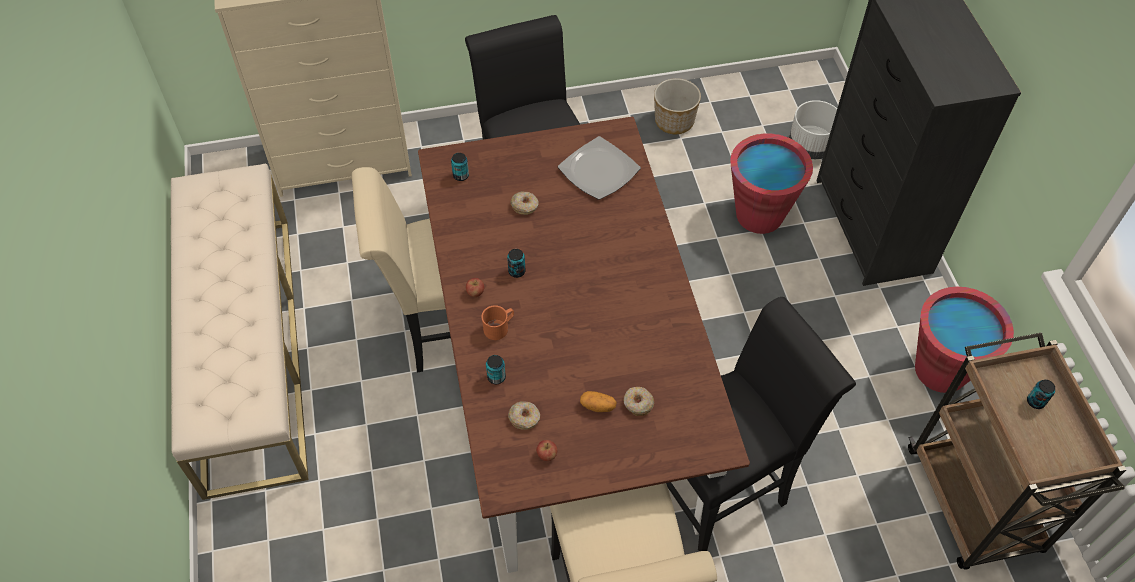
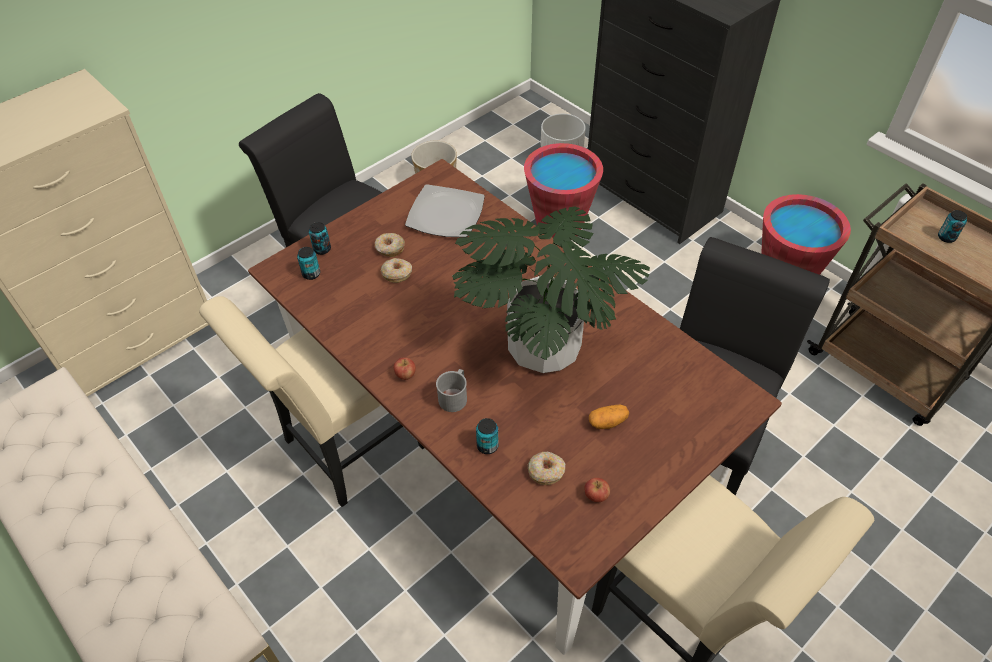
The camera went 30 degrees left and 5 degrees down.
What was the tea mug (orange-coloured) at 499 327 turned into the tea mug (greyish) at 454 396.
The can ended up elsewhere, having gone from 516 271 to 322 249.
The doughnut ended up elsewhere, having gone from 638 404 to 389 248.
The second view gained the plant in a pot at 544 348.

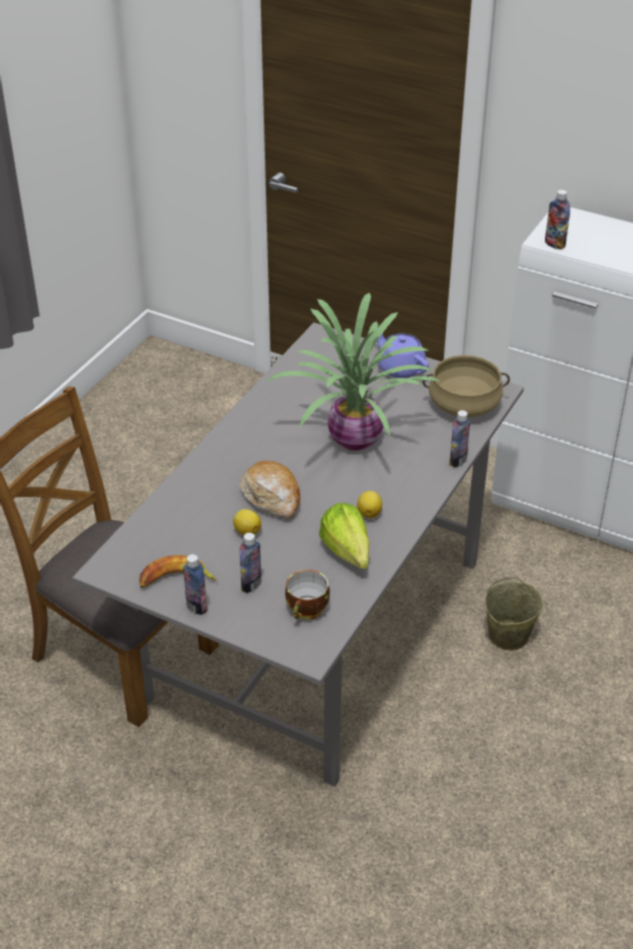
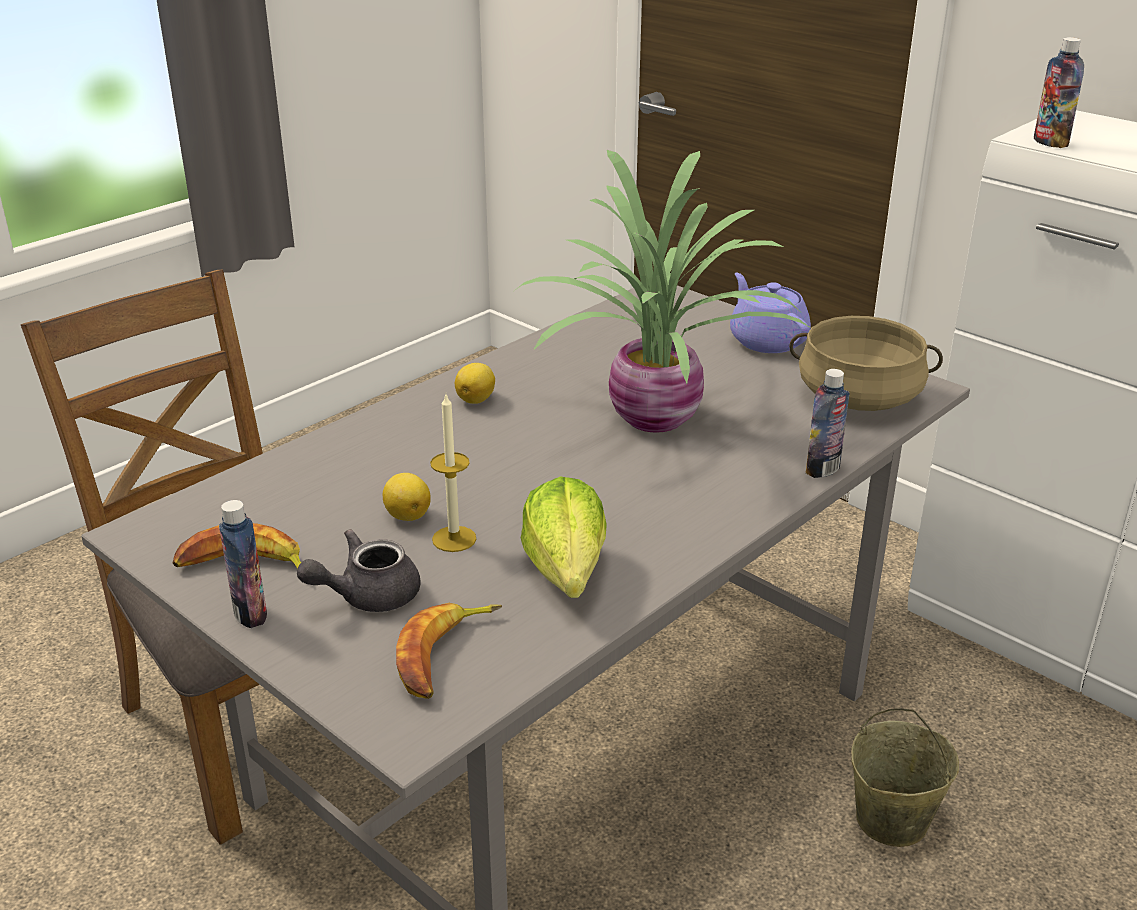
The camera went 15 degrees right and 10 degrees down.
Where the beverage bottle stood at 251 584, the pot for tea (greyish) came to stand at 367 595.
The second view lost the bread at 272 497.
Where the small cup stood at 307 610, the whole banana came to stand at 445 655.
The whole lemon ended up elsewhere, having gone from 369 513 to 476 399.
The second view gained the candle at 454 539.

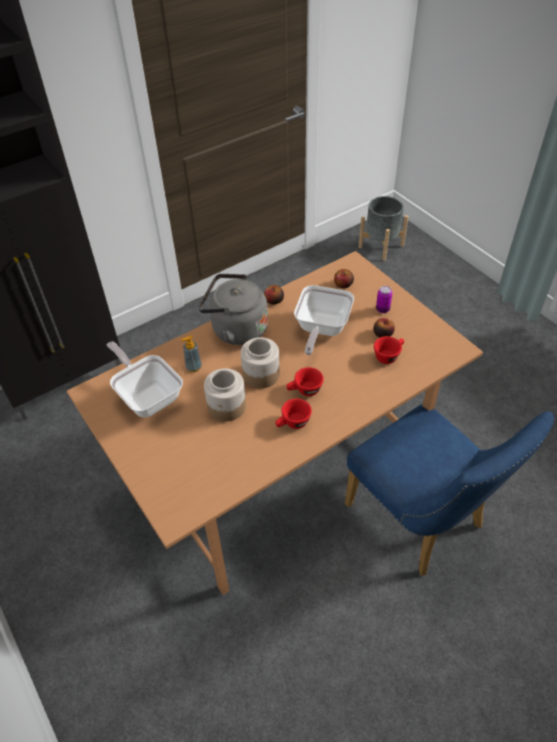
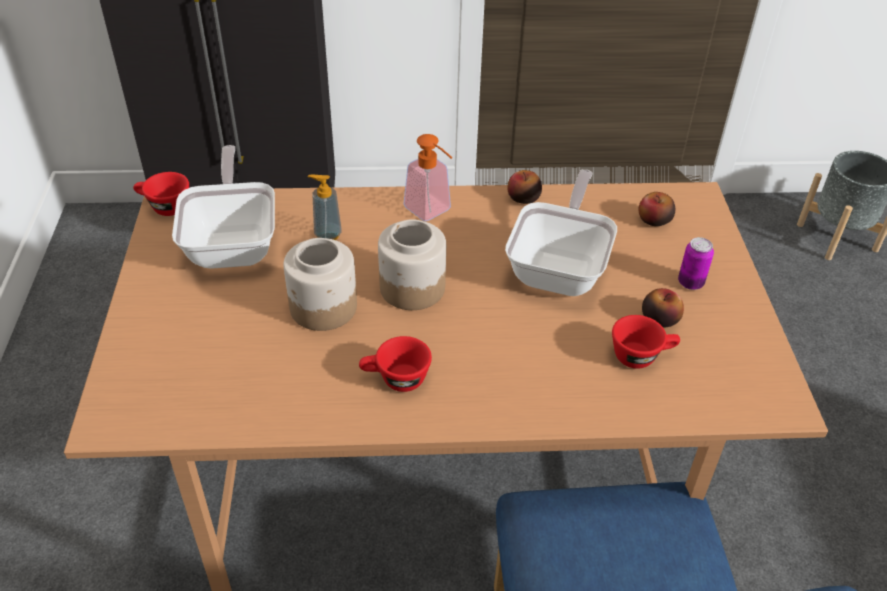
The camera went 30 degrees right and 5 degrees down.
Where the kettle (greyish) stood at 236 329, the soap bottle came to stand at 432 212.
The small cup (red) ended up elsewhere, having gone from 304 391 to 164 207.
The frying pan at 321 329 ended up facing another way, 150 degrees clockwise from before.

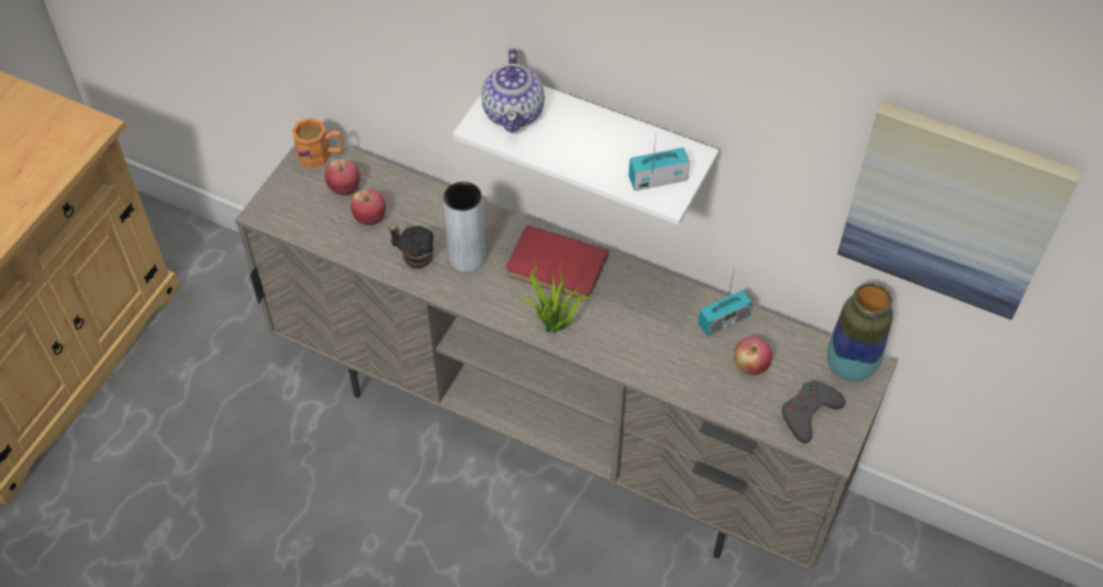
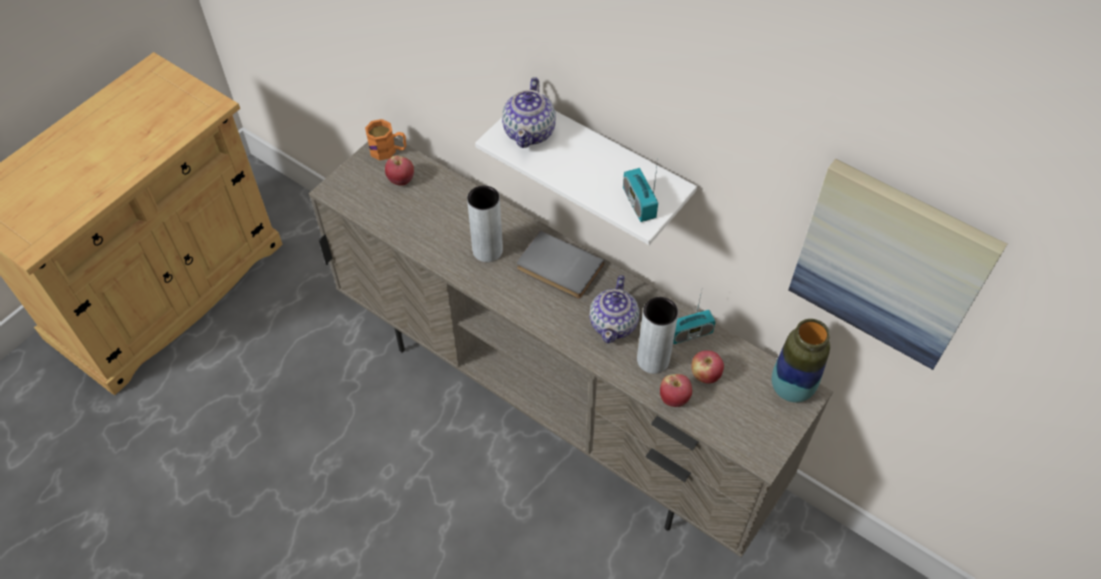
The camera went 10 degrees right and 0 degrees up.
The apple ended up elsewhere, having gone from 370 218 to 674 398.
The second view lost the tea mug at 413 256.
What was the volume (red) at 555 268 turned into the volume (greyish) at 558 269.
The second view lost the plant in a pot at 554 327.
The radio at 658 179 ended up facing another way, 105 degrees counterclockwise from before.
The second view lost the game controller (greyish) at 809 413.
The second view gained the pot for tea at 614 323.
The second view gained the flower vase (greyish) at 653 360.

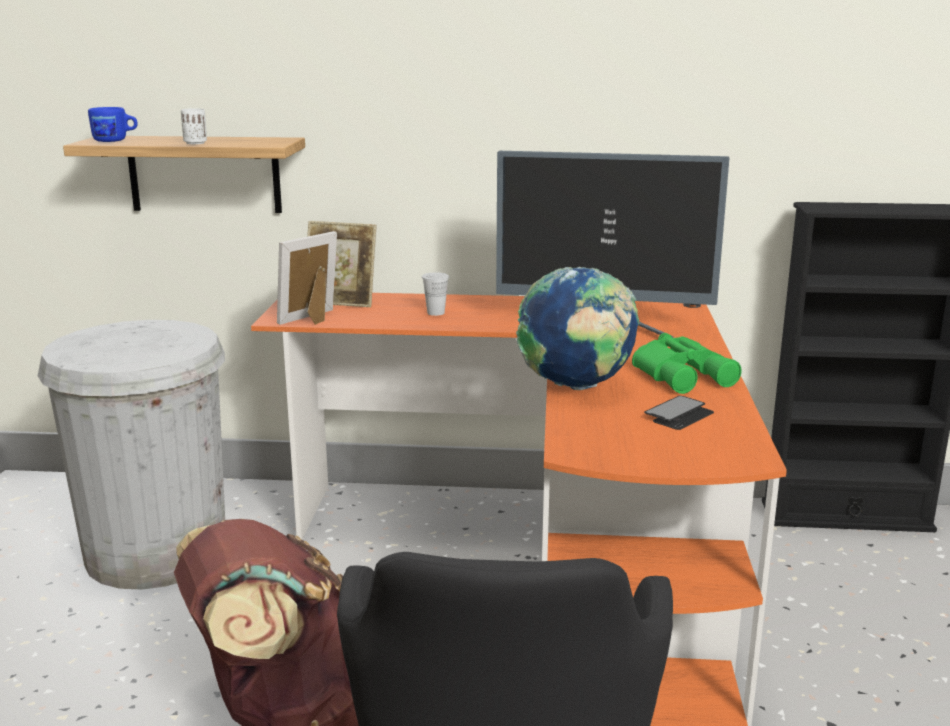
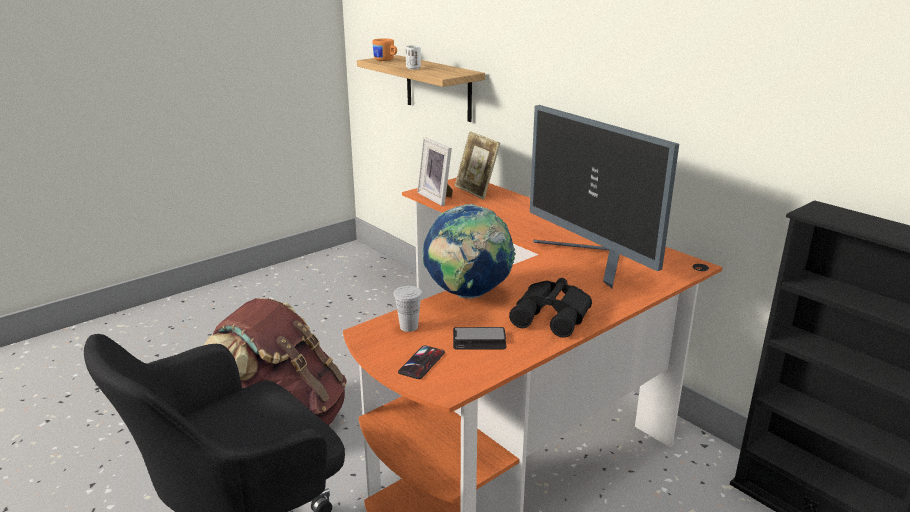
The camera went 45 degrees right and 5 degrees up.
The second view lost the trash can (whitish) at 156 552.
What was the tea mug (blue-coloured) at 115 141 turned into the tea mug (orange-coloured) at 386 60.
The picture frame at 313 319 ended up facing another way, 120 degrees counterclockwise from before.
The small cup (whitish) ended up elsewhere, having gone from 435 313 to 409 327.
What was the pair of binoculars (green) at 683 375 turned into the pair of binoculars (black) at 553 315.
The second view gained the telephone at 422 362.

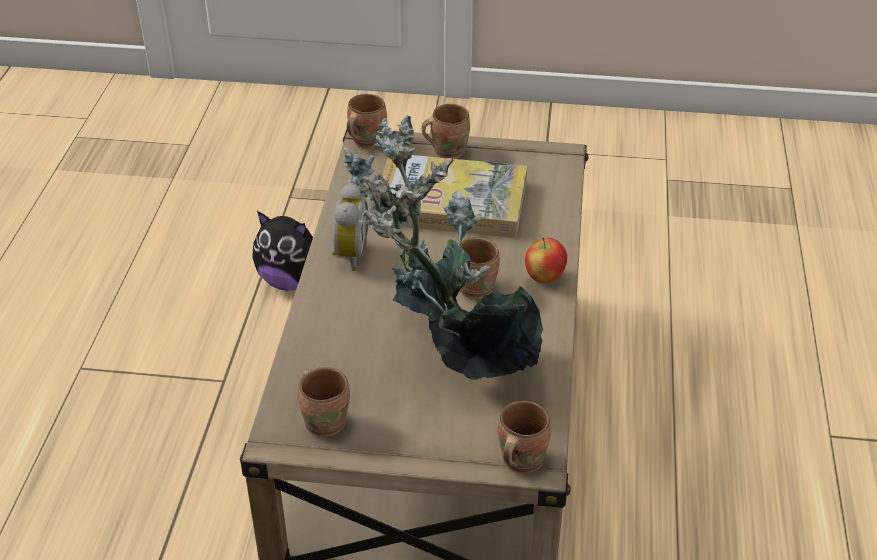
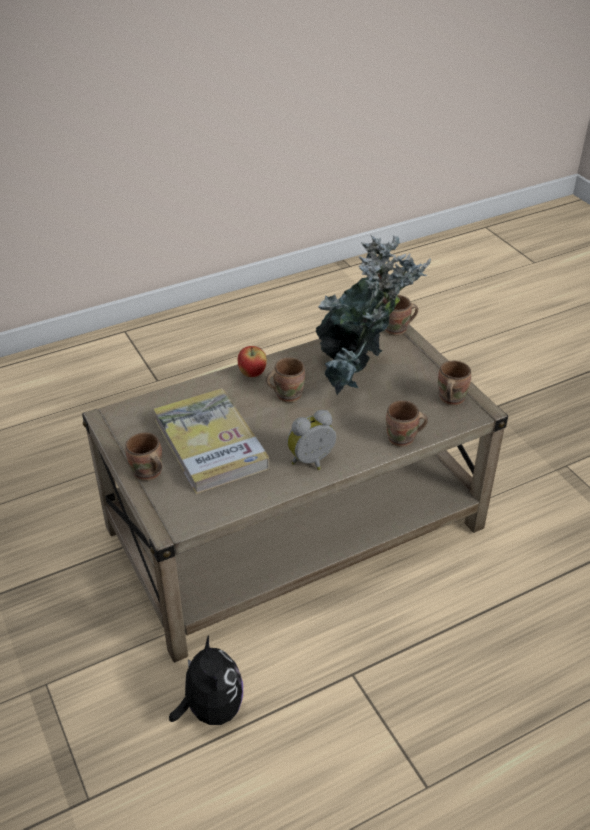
The camera went 125 degrees left and 0 degrees up.
The tea mug (brown-coloured) ended up elsewhere, having gone from 365 141 to 402 440.

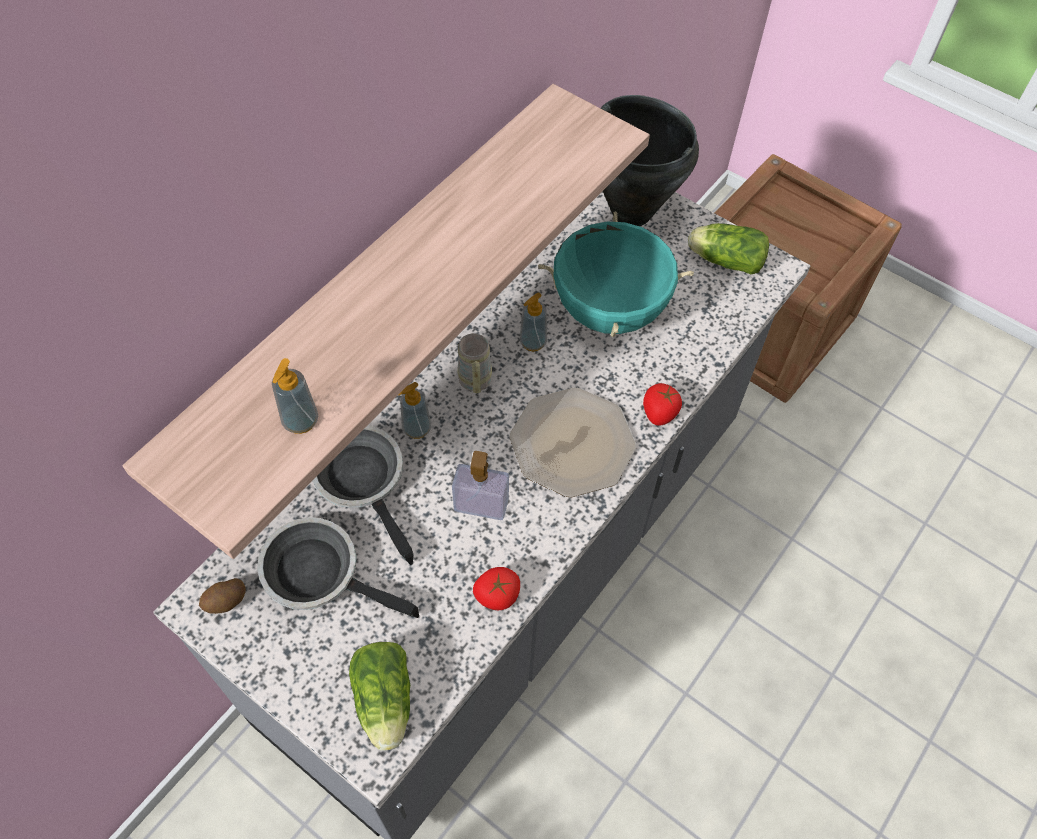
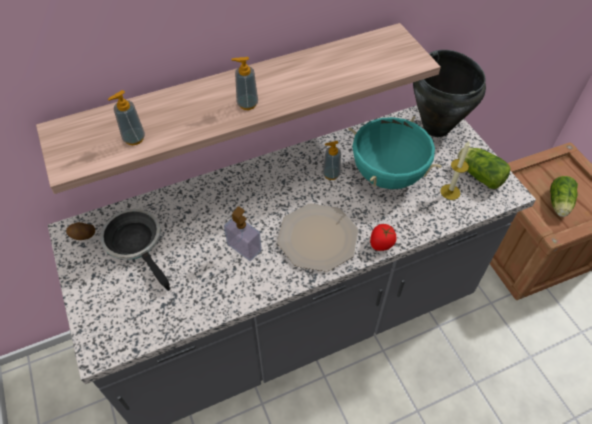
The camera went 30 degrees right and 5 degrees down.
The second view lost the frying pan at 364 481.
The lettuce ended up elsewhere, having gone from 385 704 to 559 204.
The soap bottle ended up elsewhere, having gone from 416 428 to 247 104.
The second view lost the tea mug (sand-coloured) at 475 384.
The second view lost the whole tomato at 496 596.
The second view gained the candle at 450 192.

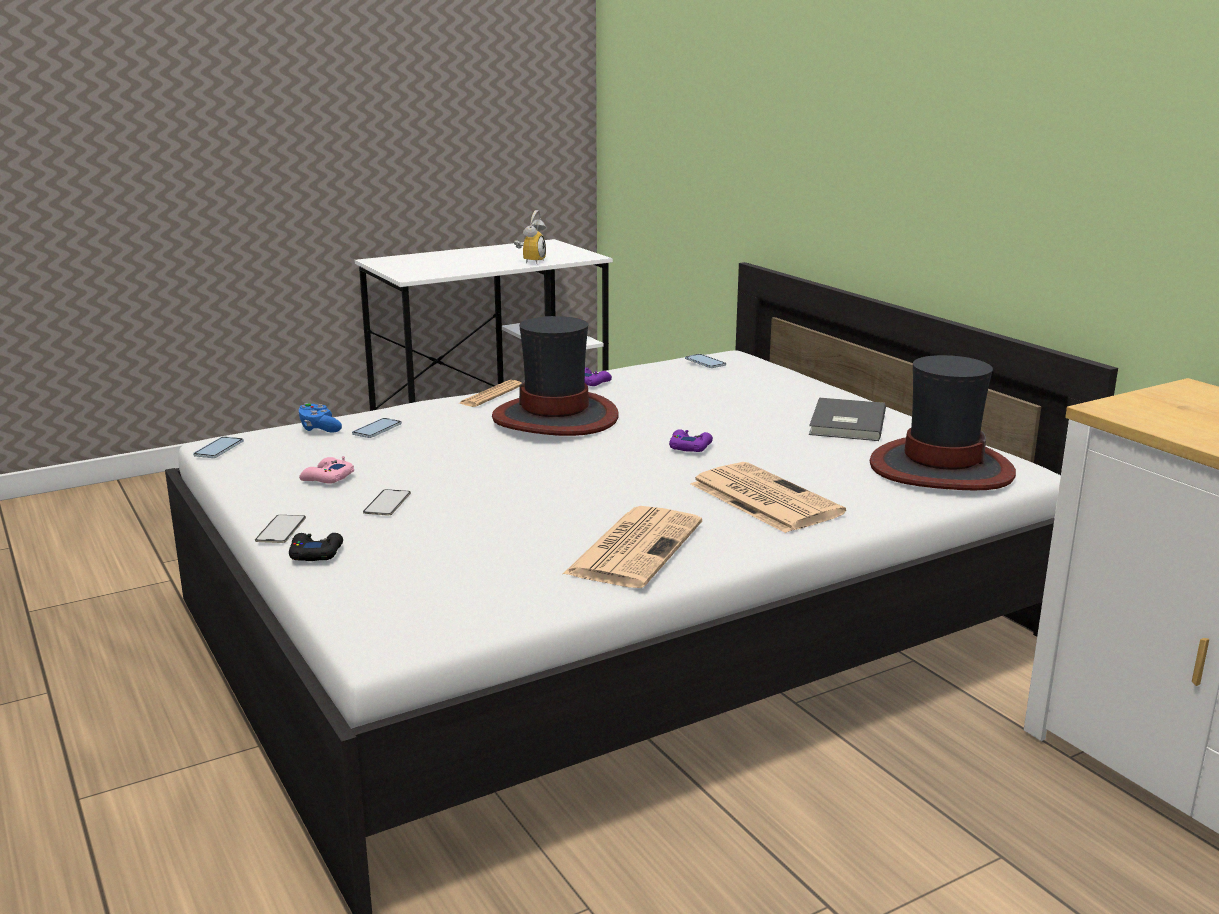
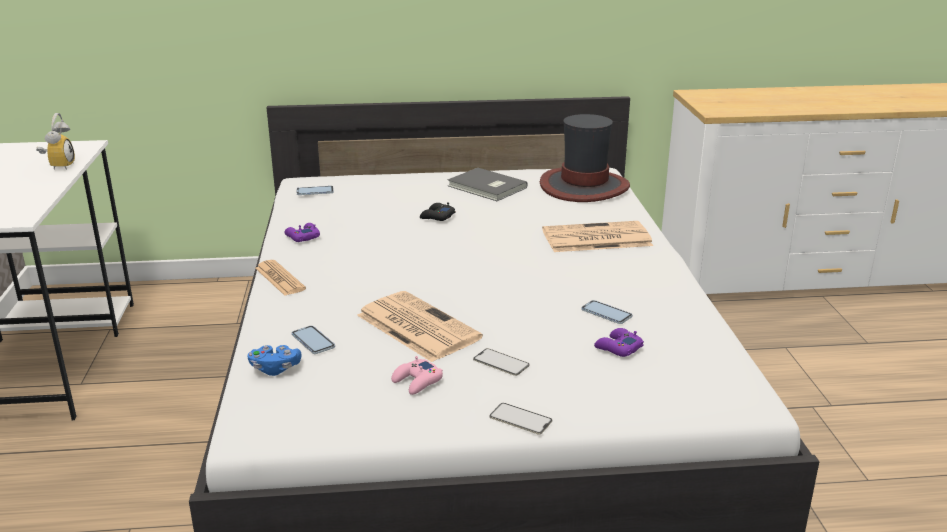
The camera went 65 degrees left and 5 degrees up.
The telephone ended up elsewhere, having gone from 219 449 to 606 313.
The game controller (black) ended up elsewhere, having gone from 315 553 to 437 217.
The second view lost the hat at 556 417.
The bedside clock at 530 261 ended up facing another way, 45 degrees clockwise from before.
The daily paper ended up elsewhere, having gone from 635 547 to 416 326.
The game controller (purple) ended up elsewhere, having gone from 690 447 to 618 348.

